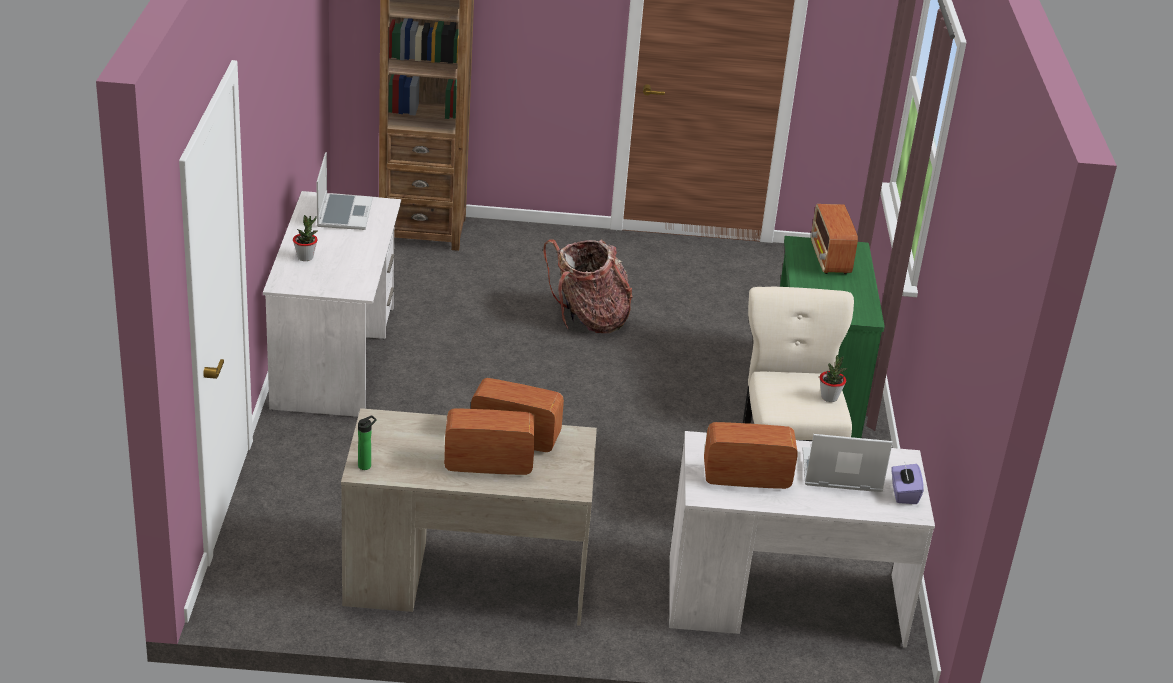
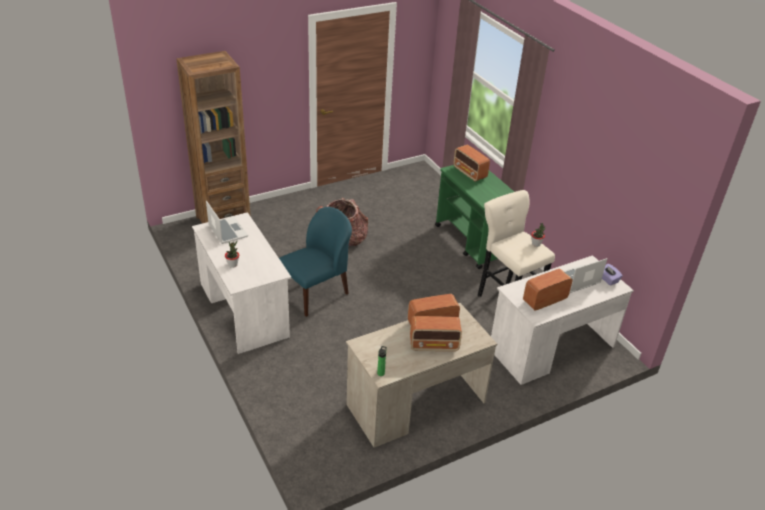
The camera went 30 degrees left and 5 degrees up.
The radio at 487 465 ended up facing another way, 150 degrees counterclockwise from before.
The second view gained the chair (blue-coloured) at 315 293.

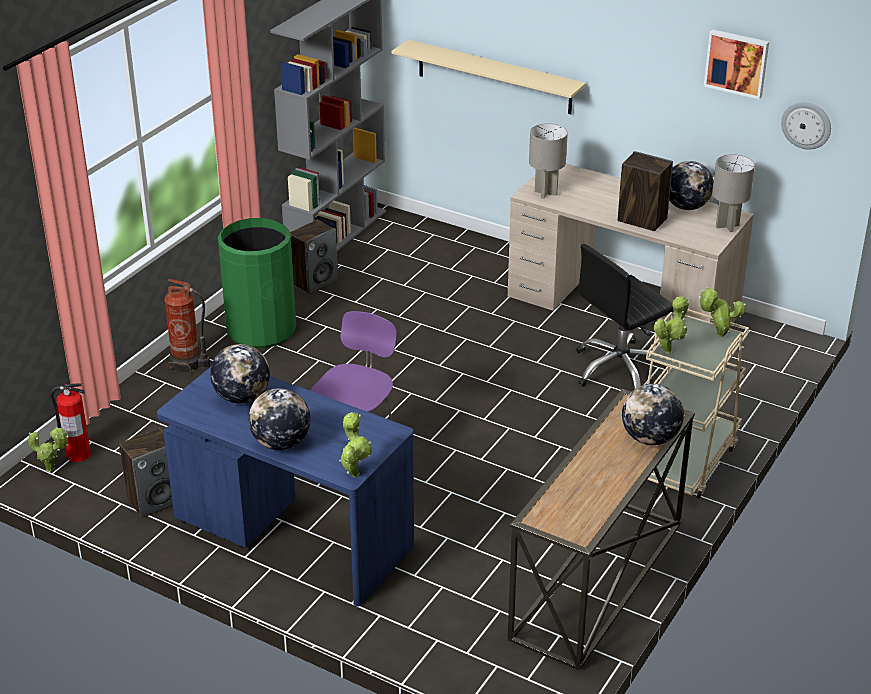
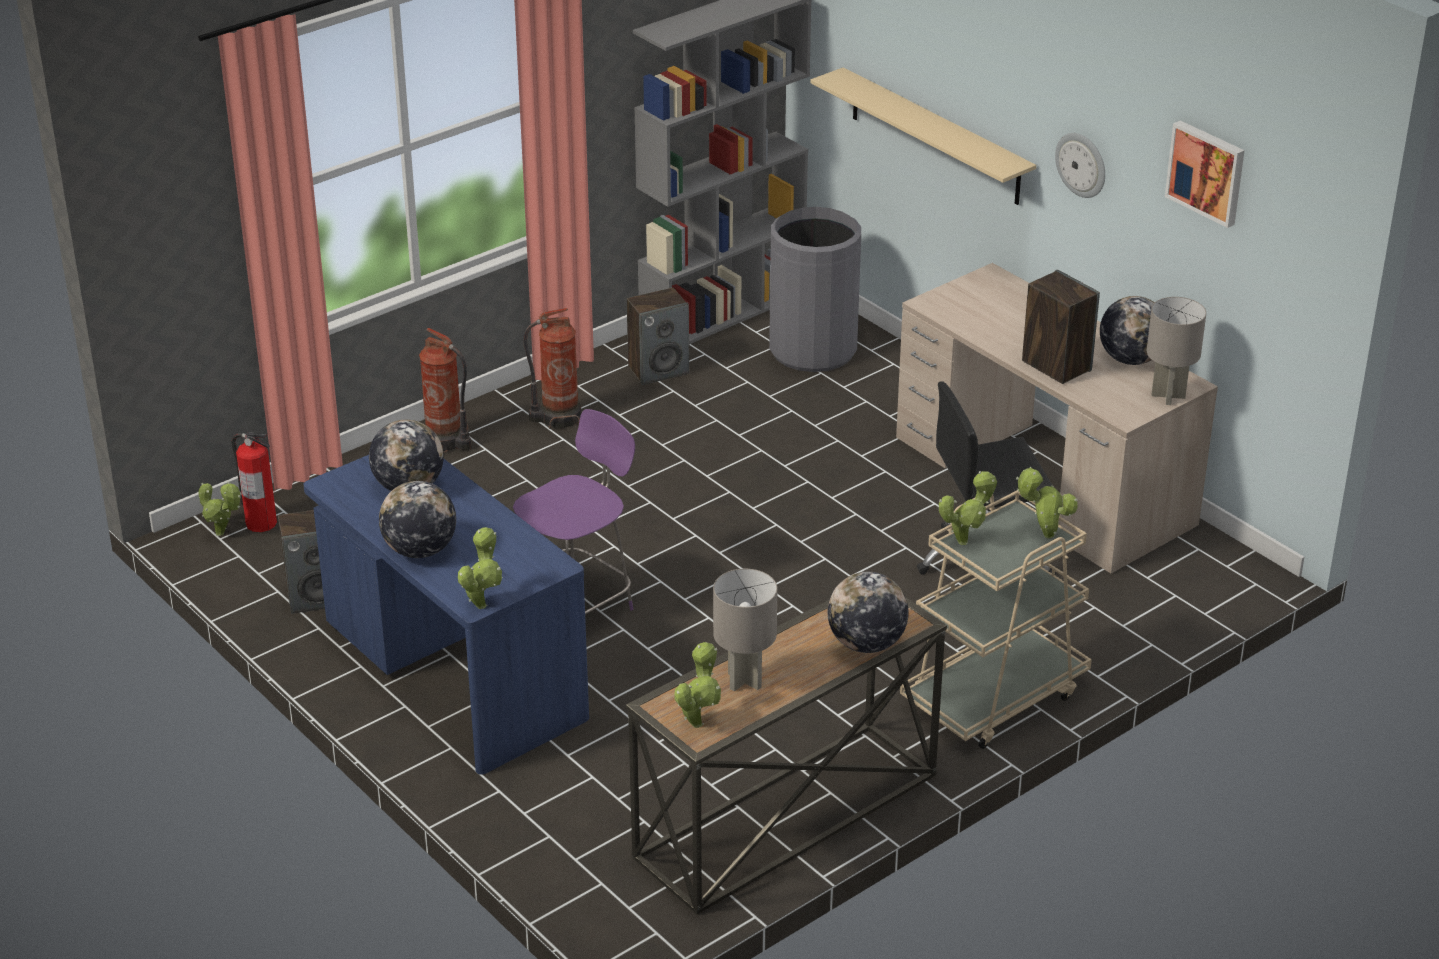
The camera went 20 degrees right and 0 degrees up.
Where the trash can (green) stood at 261 329, the fire-fighting cylinder came to stand at 558 417.
The lamp for a table (greyish) ended up elsewhere, having gone from 545 193 to 744 680.
The clock on the wall ended up elsewhere, having gone from 806 125 to 1081 164.
The second view gained the plant in a pot at 698 721.
The second view gained the trash can (greyish) at 812 349.

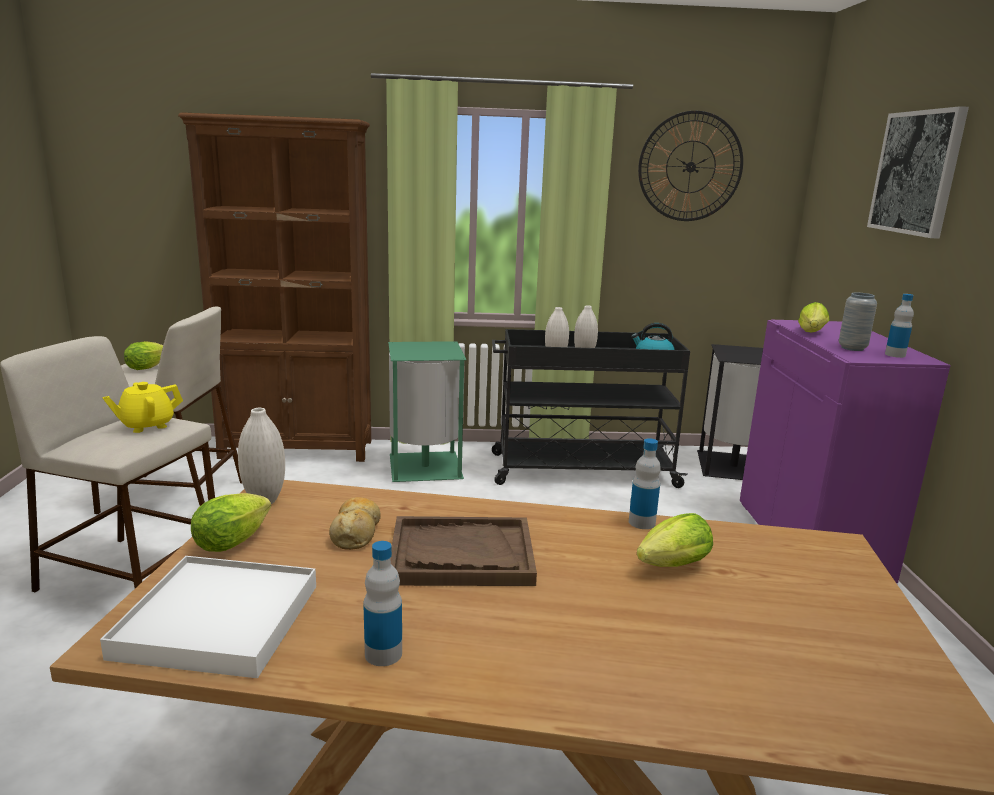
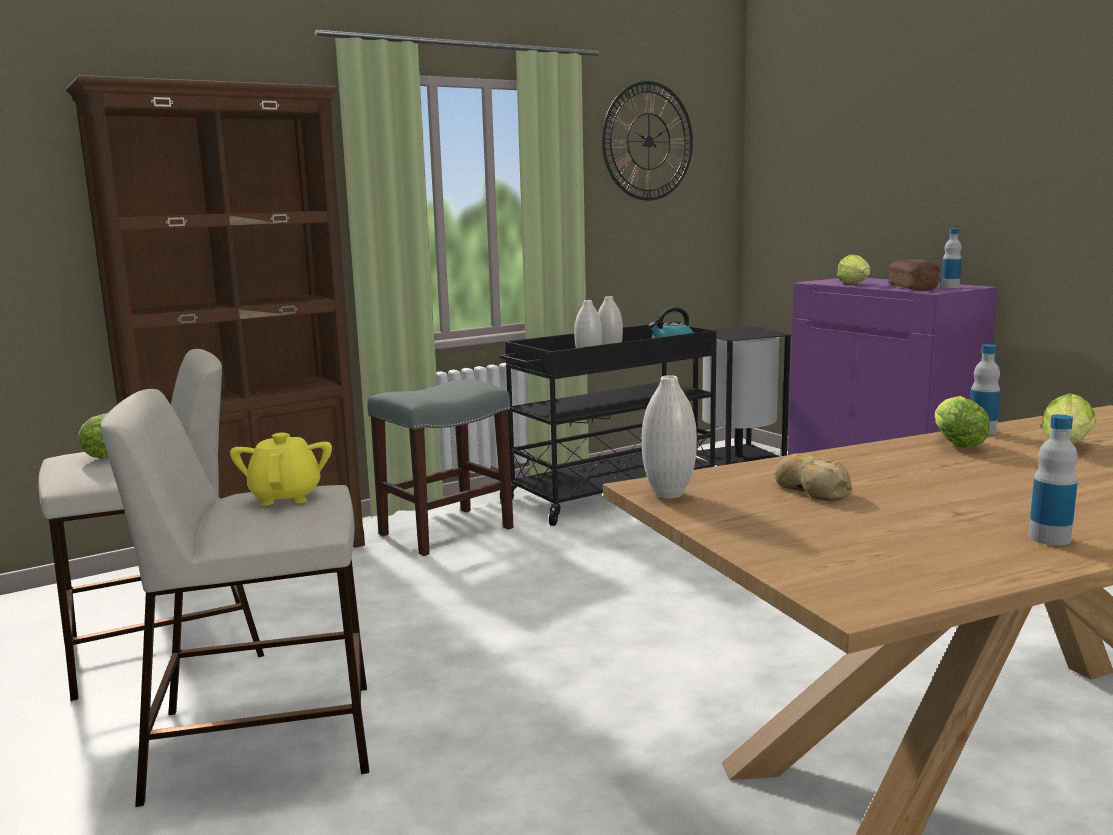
The camera went 30 degrees left and 5 degrees down.
The second view lost the serving tray (whitish) at 219 620.
The pot for tea (yellow) at 147 425 ended up facing another way, 150 degrees clockwise from before.
The lettuce ended up elsewhere, having gone from 236 541 to 955 443.
Where the trash can (green) stood at 426 466, the stool seat (greyish) came to stand at 447 530.
The second view lost the serving tray (brown-coloured) at 461 555.
Where the flower vase (greyish) stood at 852 348, the bread came to stand at 912 287.
The second view lost the picture at 916 173.

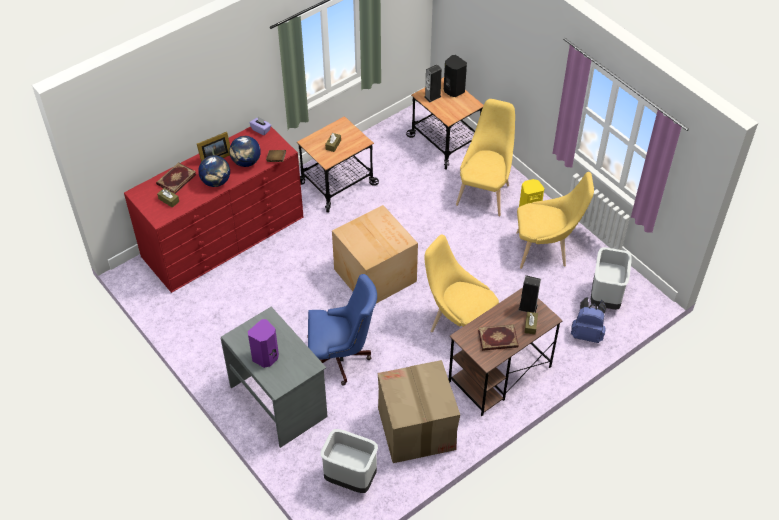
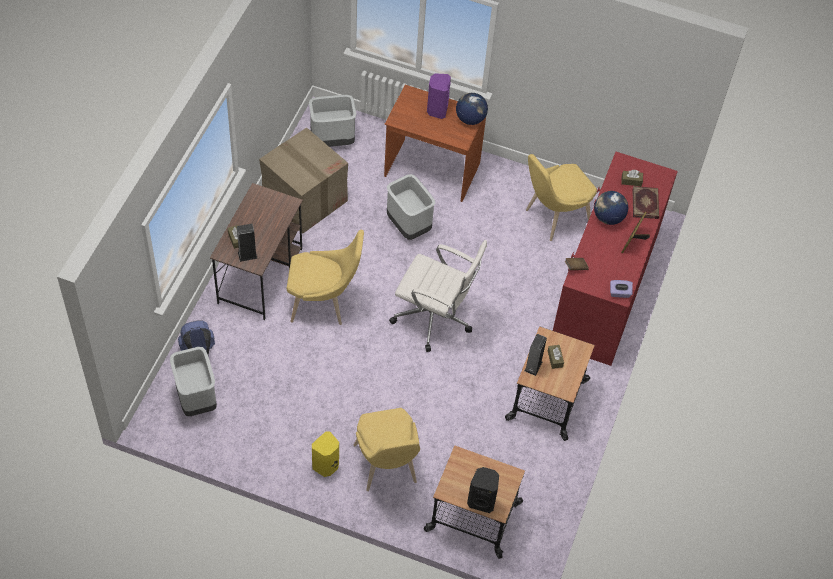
The camera went 145 degrees right and 5 degrees up.
What was the desk unit (greyish) at 279 401 turned into the desk unit (brown-coloured) at 431 170.
The globe ended up elsewhere, having gone from 246 162 to 470 119.
Where the office chair (blue-coloured) stood at 341 358, the trash can (greyish) came to stand at 408 226.
Where the packing box stood at 375 274, the office chair (whitish) came to stand at 435 318.
The speaker ended up elsewhere, having gone from 432 96 to 533 366.
The second view lost the volume at 498 339.
The chair (yellow) ended up elsewhere, having gone from 545 250 to 553 218.

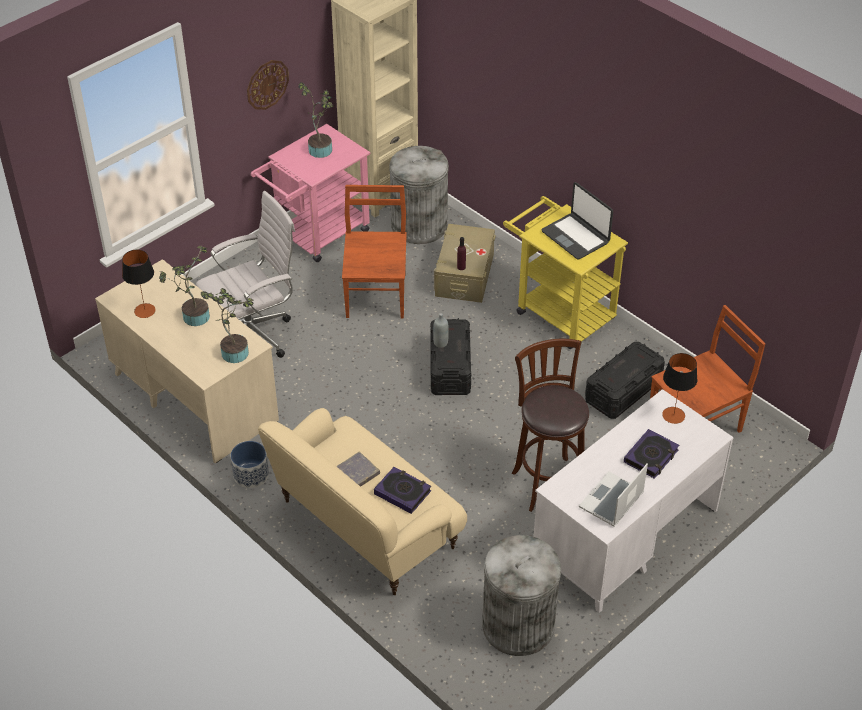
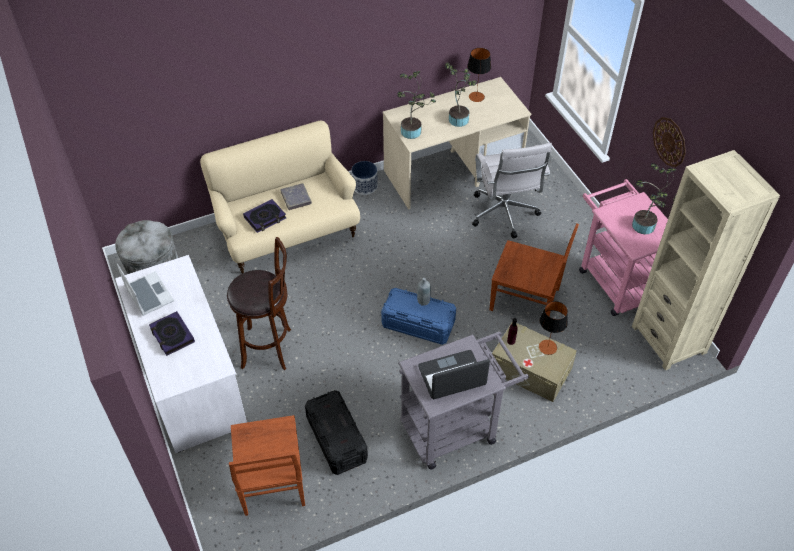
The camera went 110 degrees right and 5 degrees up.
The second view lost the trash can (greyish) at 419 225.
What was the storage bin (black) at 450 368 turned into the storage bin (blue-coloured) at 418 324.
What was the cart (yellow) at 558 311 turned into the cart (greyish) at 456 427.
The lamp for a table ended up elsewhere, having gone from 673 415 to 547 347.

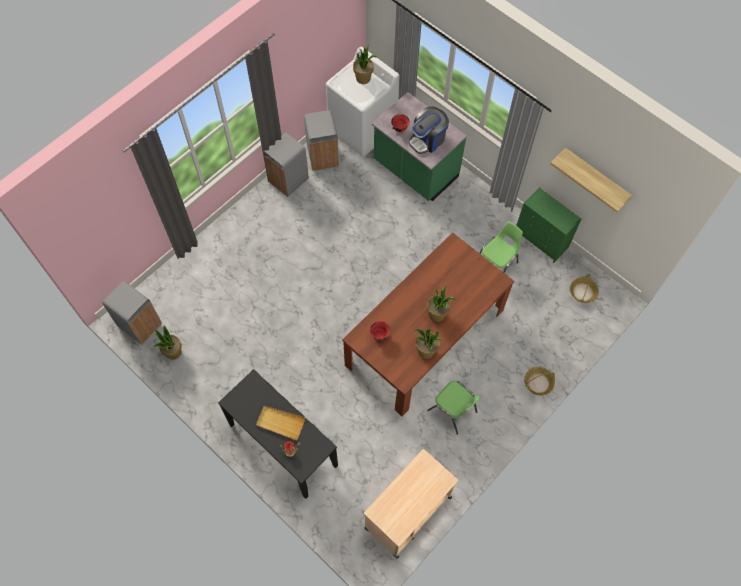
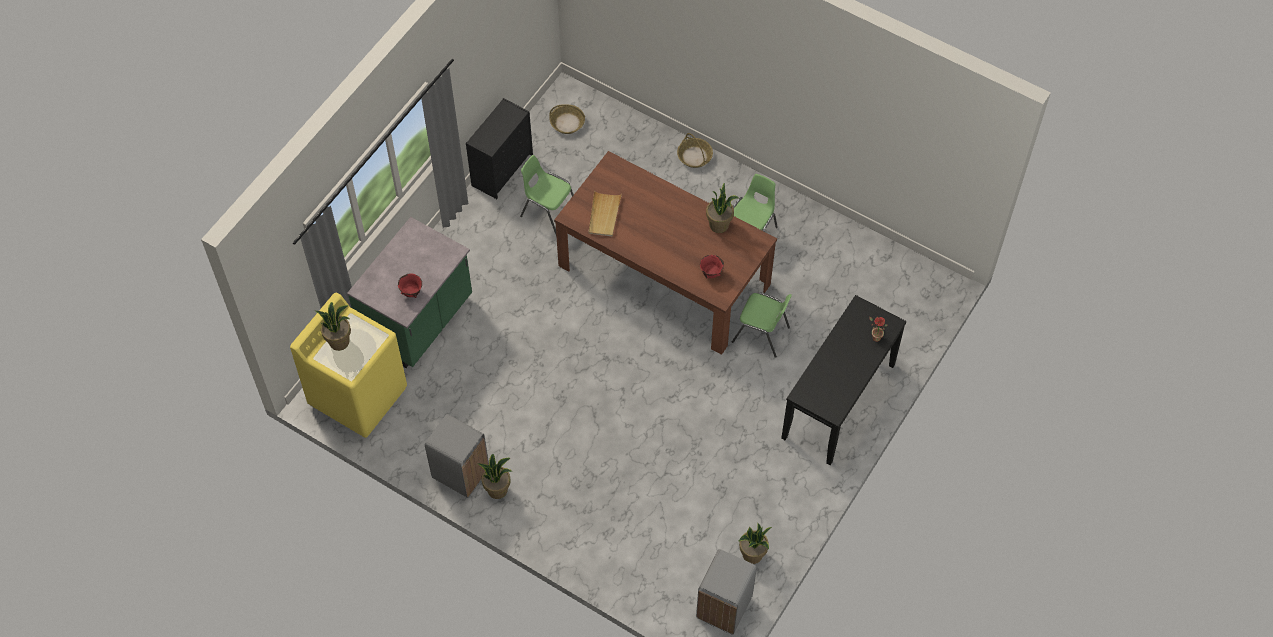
The camera went 100 degrees left and 5 degrees down.
The serving tray (sand-coloured) ended up elsewhere, having gone from 280 423 to 604 215.
The second view lost the trash can (greyish) at 323 156.
What was the washing machine (whitish) at 363 130 turned into the washing machine (yellow) at 358 395.
The second view lost the cart (sand-coloured) at 407 512.
The second view lost the coffee brewer at 427 139.
The plant in a pot ended up elsewhere, having gone from 437 314 to 497 489.
What was the chest of drawers (green) at 541 240 turned into the chest of drawers (black) at 502 169.
The second view lost the wall shelf at 595 177.
The second view gained the chair (green) at 761 335.

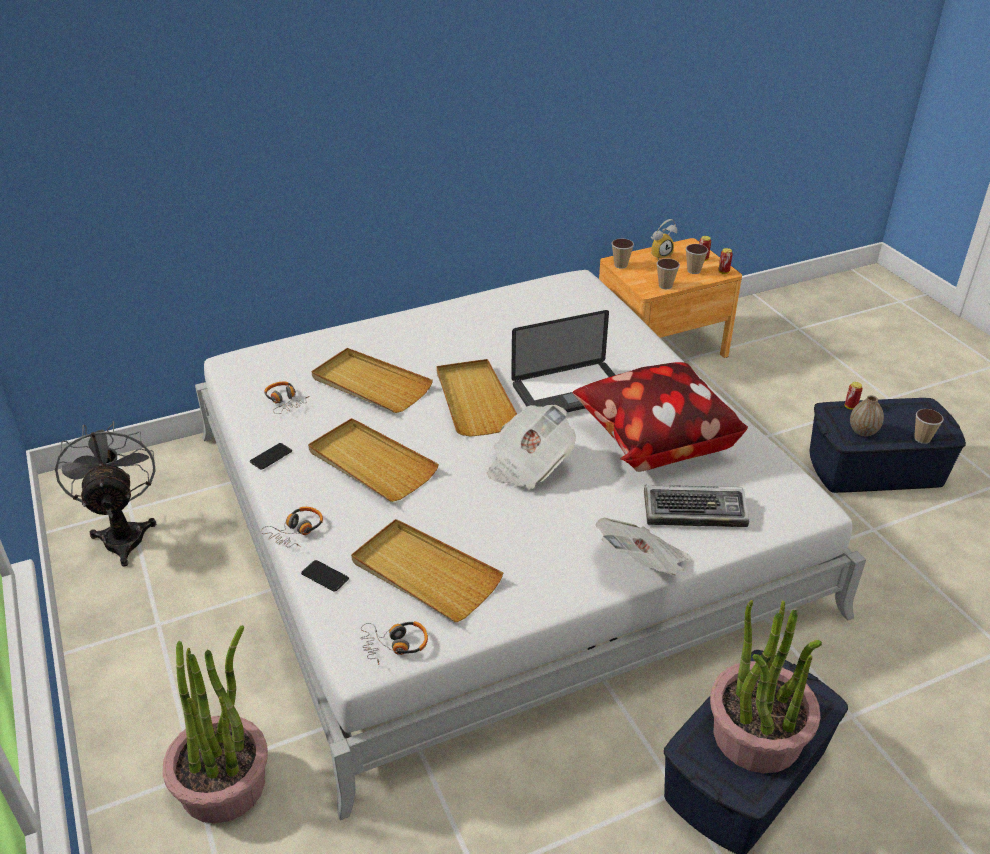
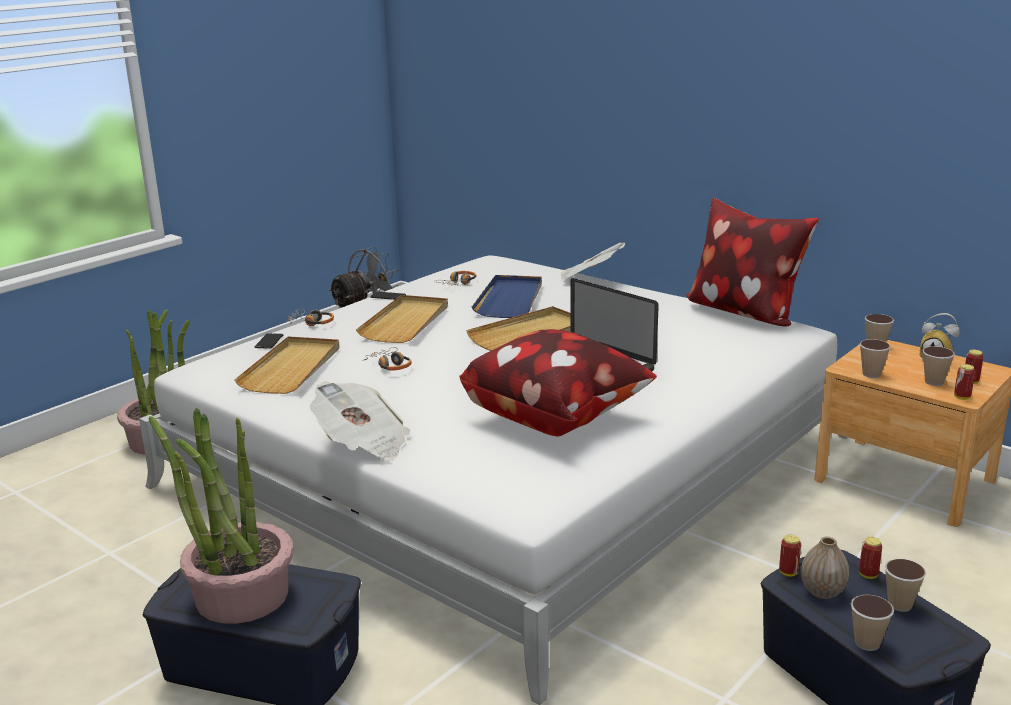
The camera went 65 degrees right and 15 degrees down.
What was the serving tray (sand-coloured) at 370 384 turned into the serving tray (blue-coloured) at 510 299.
The headset ended up elsewhere, having gone from 395 645 to 389 365.
The daily paper ended up elsewhere, having gone from 528 465 to 589 279.
The second view lost the PC keyboard at 695 511.
The second view gained the throw pillow at 744 312.
The second view gained the can at 788 573.
The second view gained the small cup at 900 604.

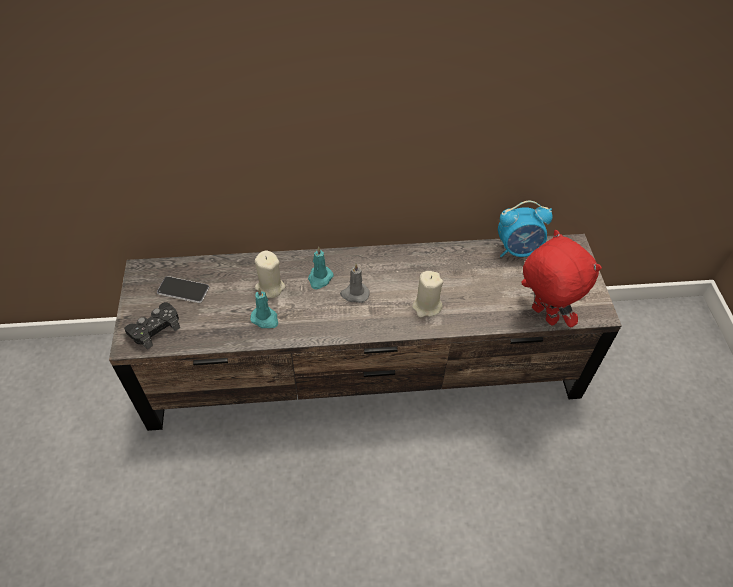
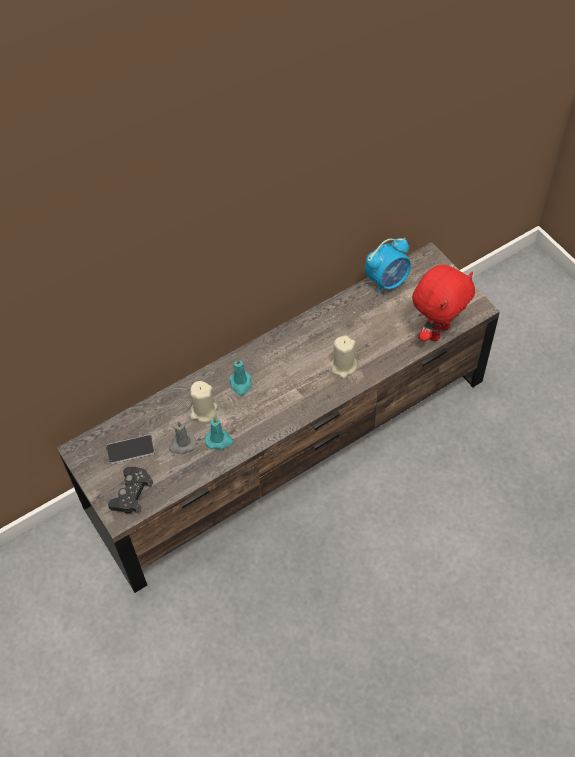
The camera went 25 degrees left and 5 degrees up.
The candle (greyish) ended up elsewhere, having gone from 354 294 to 182 445.
The soft toy (red) at 542 315 ended up facing another way, 105 degrees clockwise from before.

